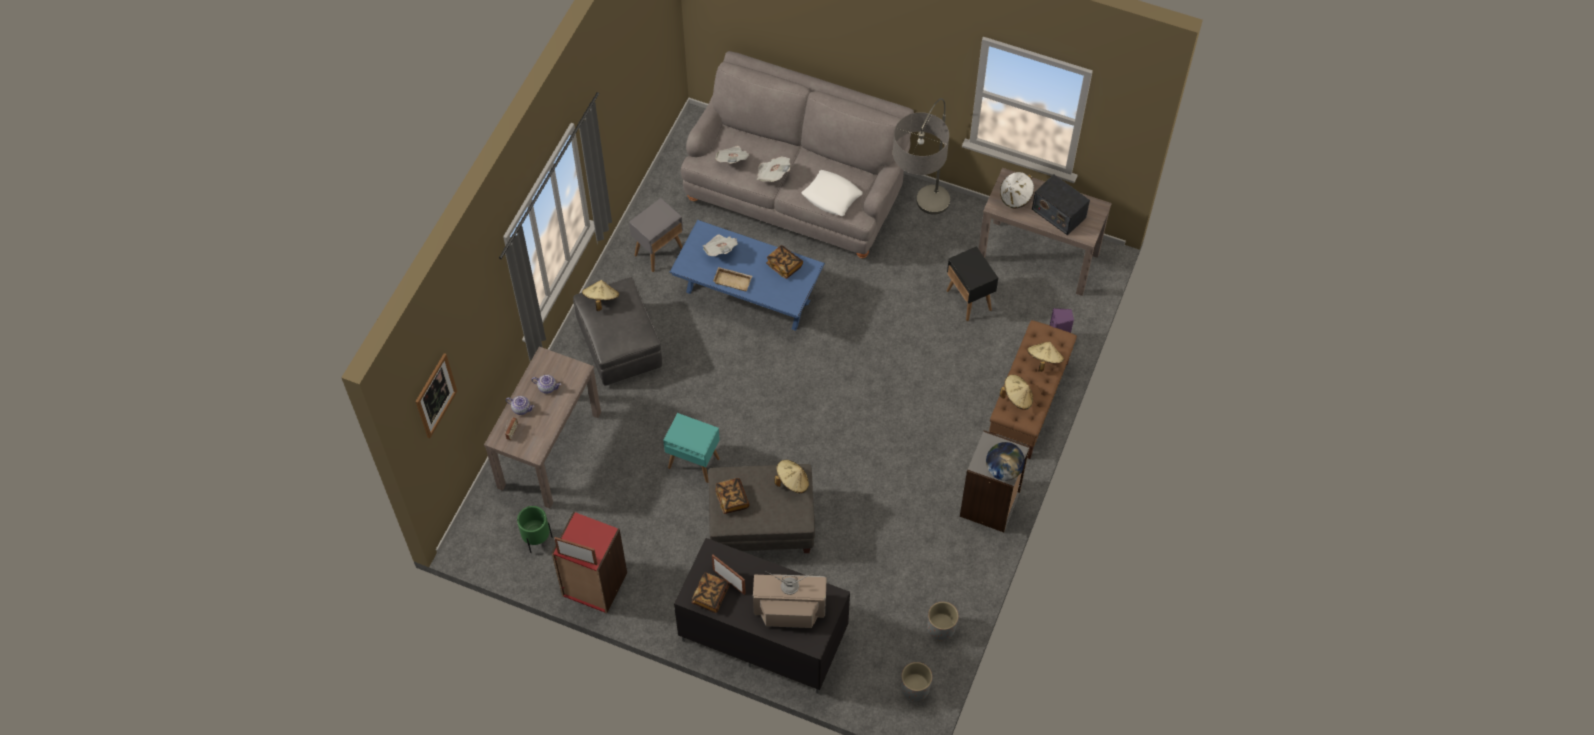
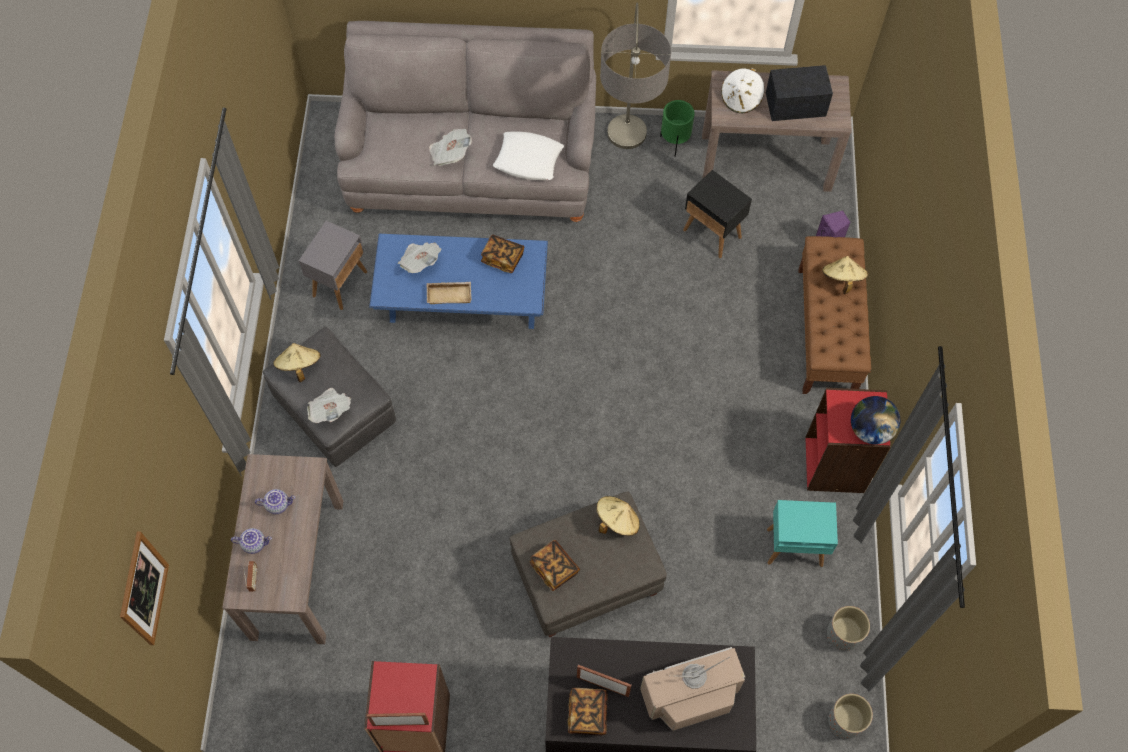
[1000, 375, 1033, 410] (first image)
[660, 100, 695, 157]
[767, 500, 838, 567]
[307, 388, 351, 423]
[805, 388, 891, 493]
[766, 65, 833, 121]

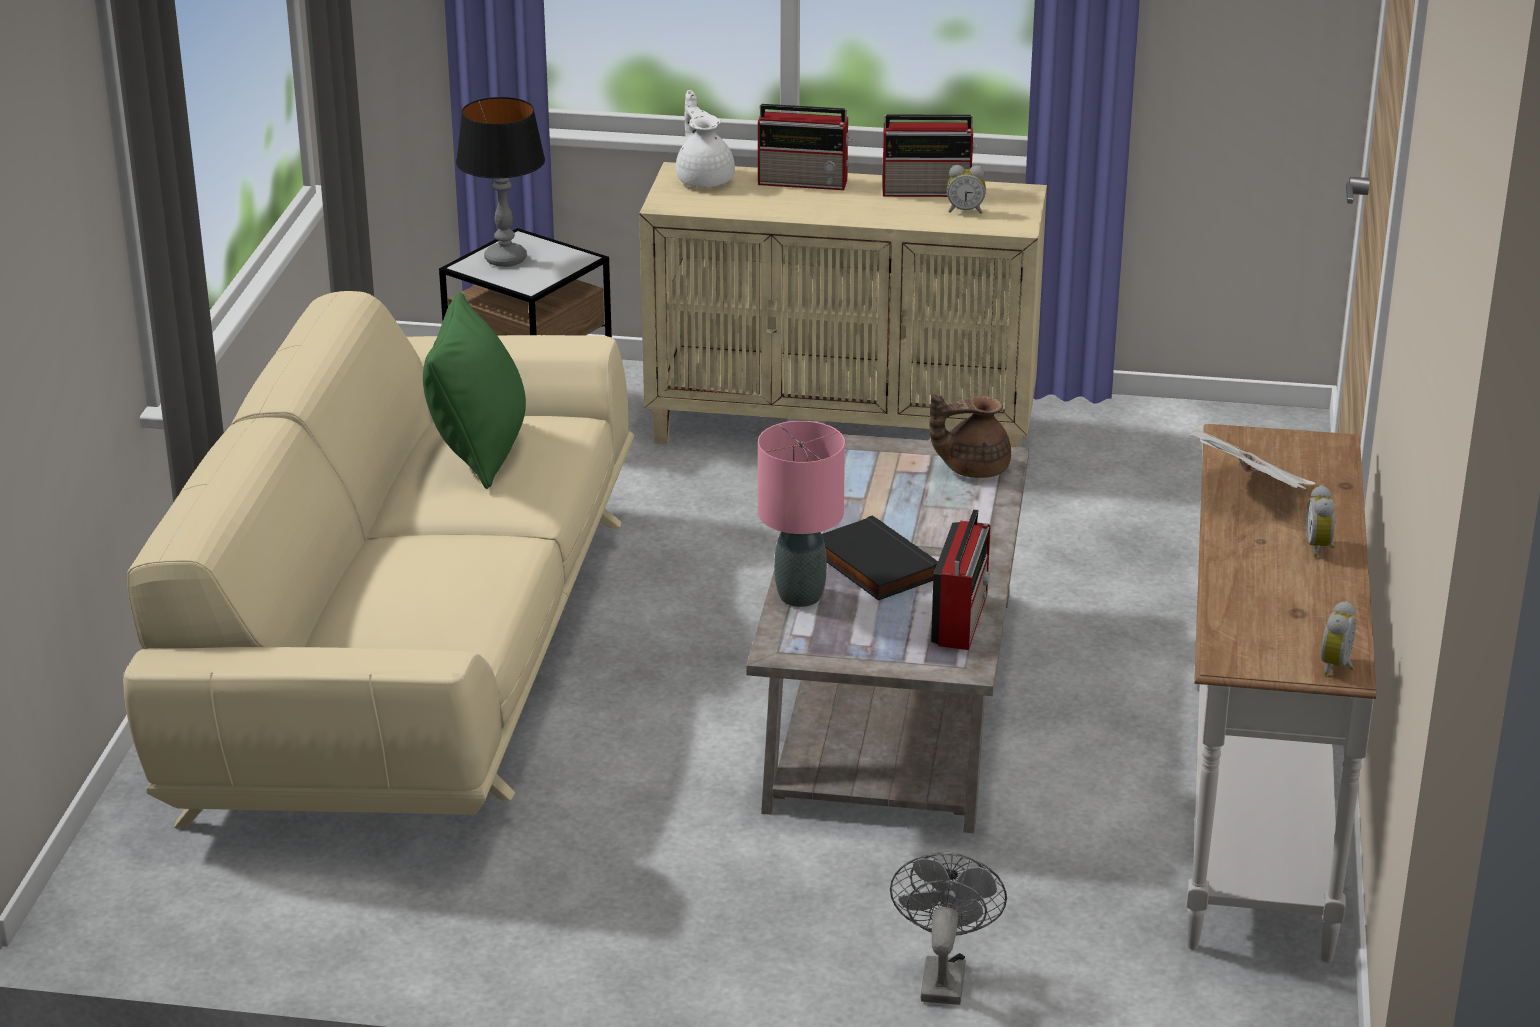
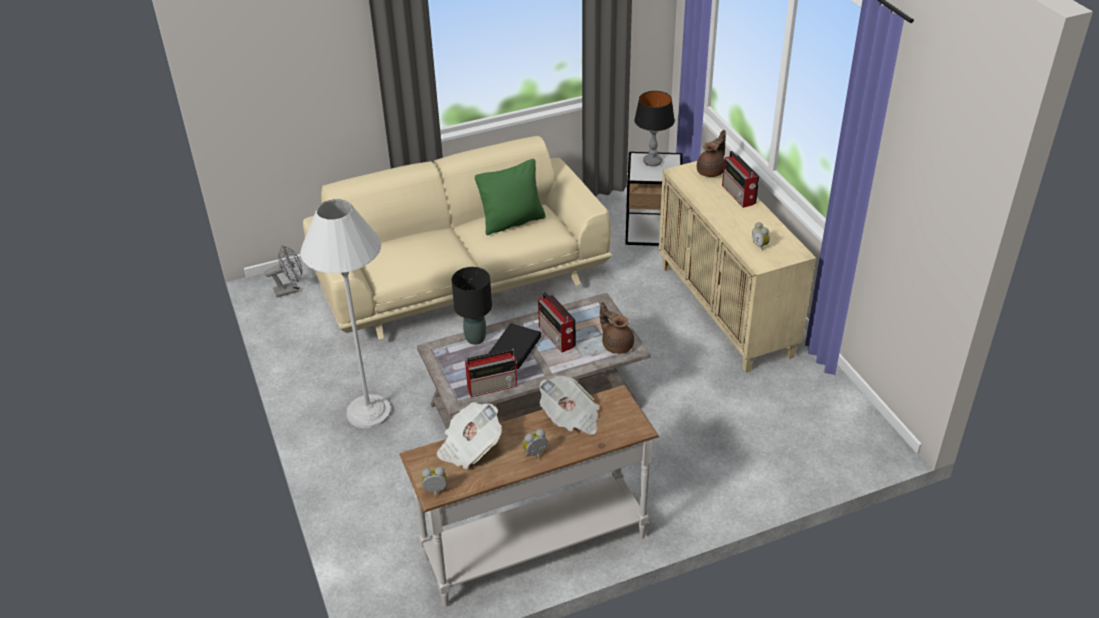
[300, 199, 392, 428]
[437, 402, 502, 469]
[538, 292, 576, 352]
[265, 245, 302, 297]
[697, 130, 726, 177]
[452, 267, 492, 345]

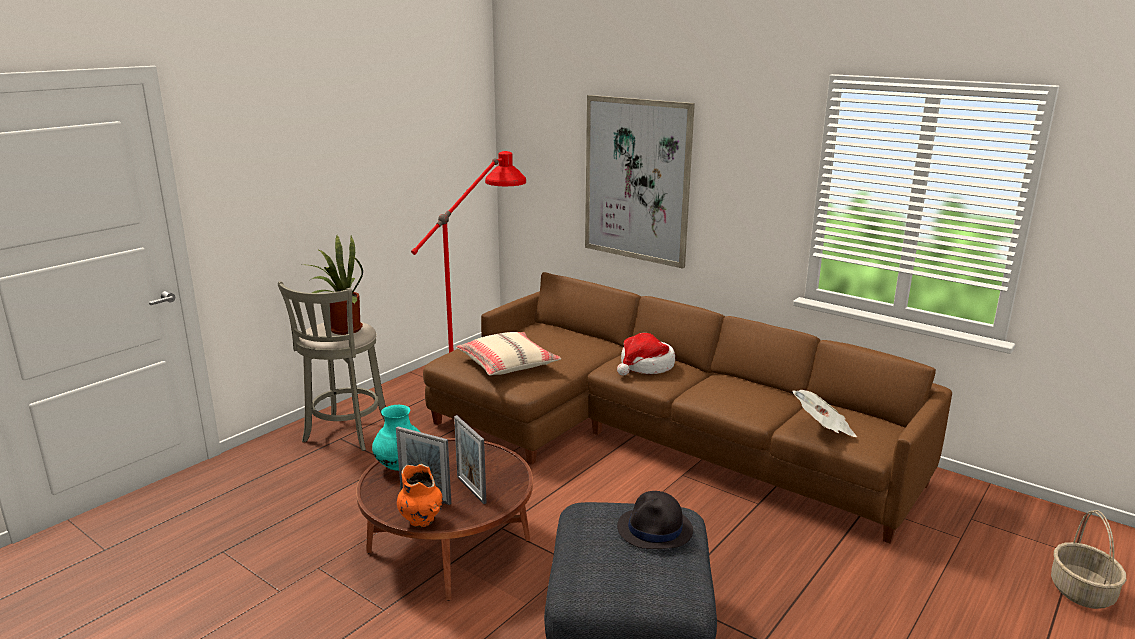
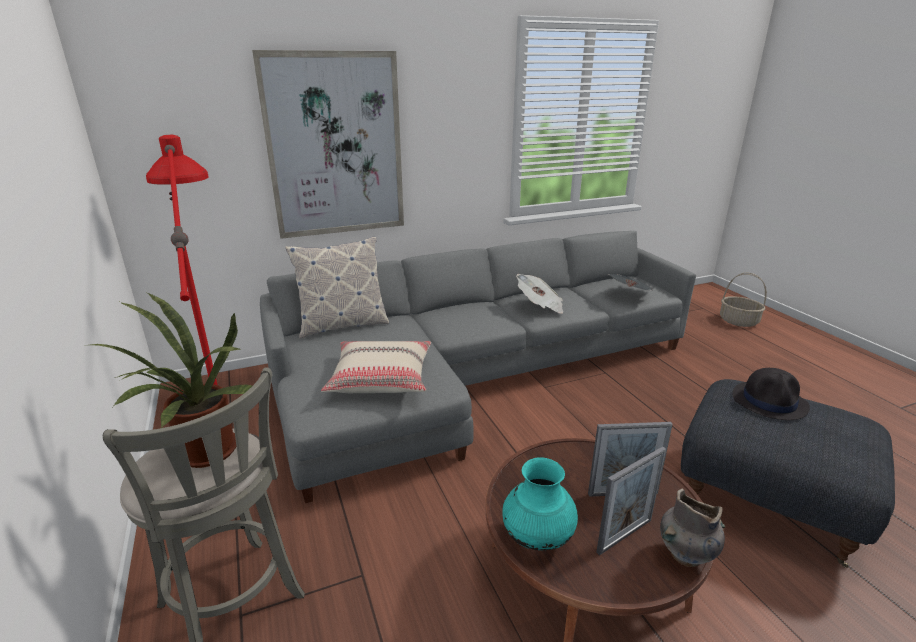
[617, 333, 675, 376] (first image)
[285, 237, 389, 339]
[516, 274, 563, 314]
[660, 489, 725, 567]
[260, 231, 696, 504]

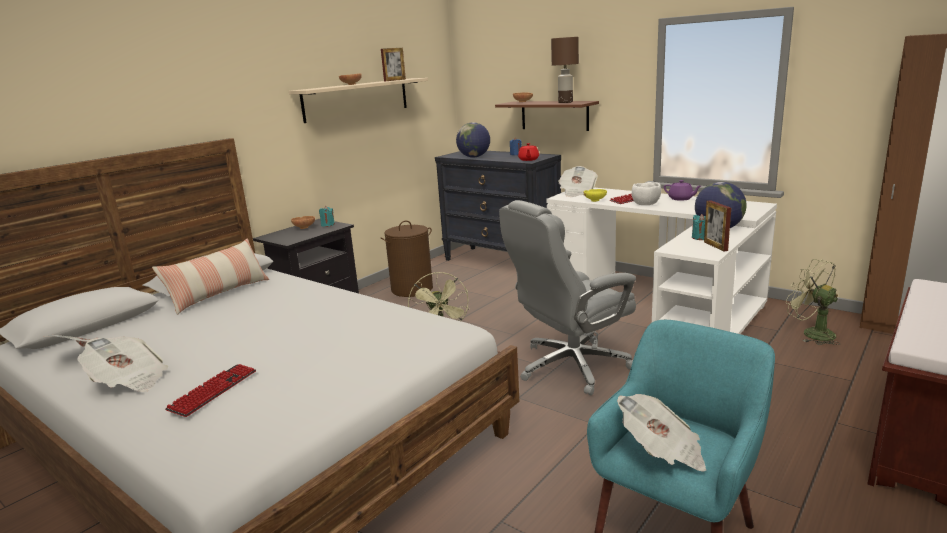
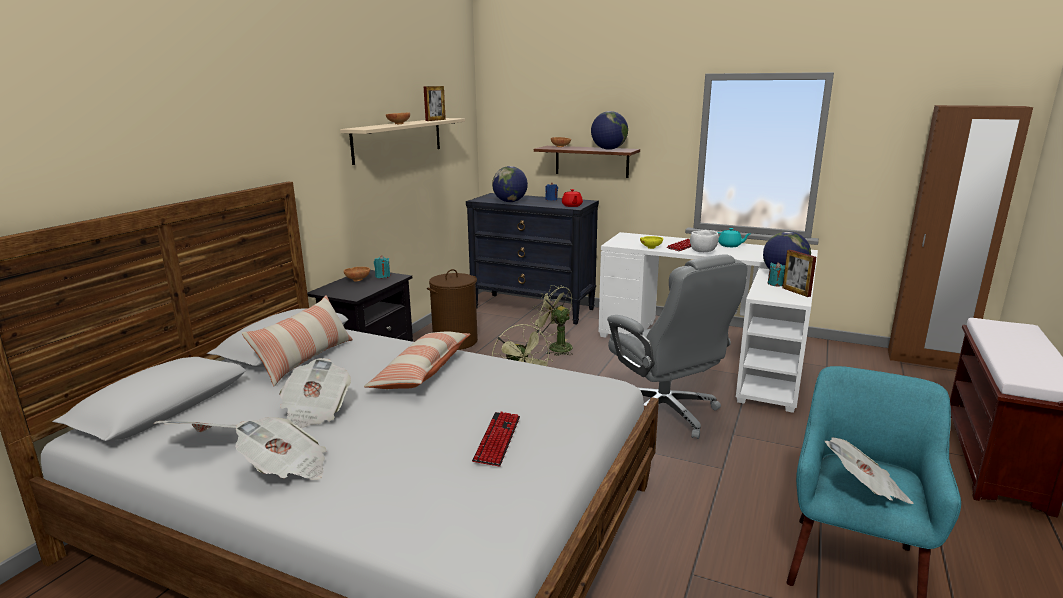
[364, 332, 471, 389]
[472, 412, 520, 467]
[279, 358, 351, 428]
[531, 285, 573, 356]
[591, 111, 628, 150]
[718, 228, 750, 247]
[607, 254, 747, 439]

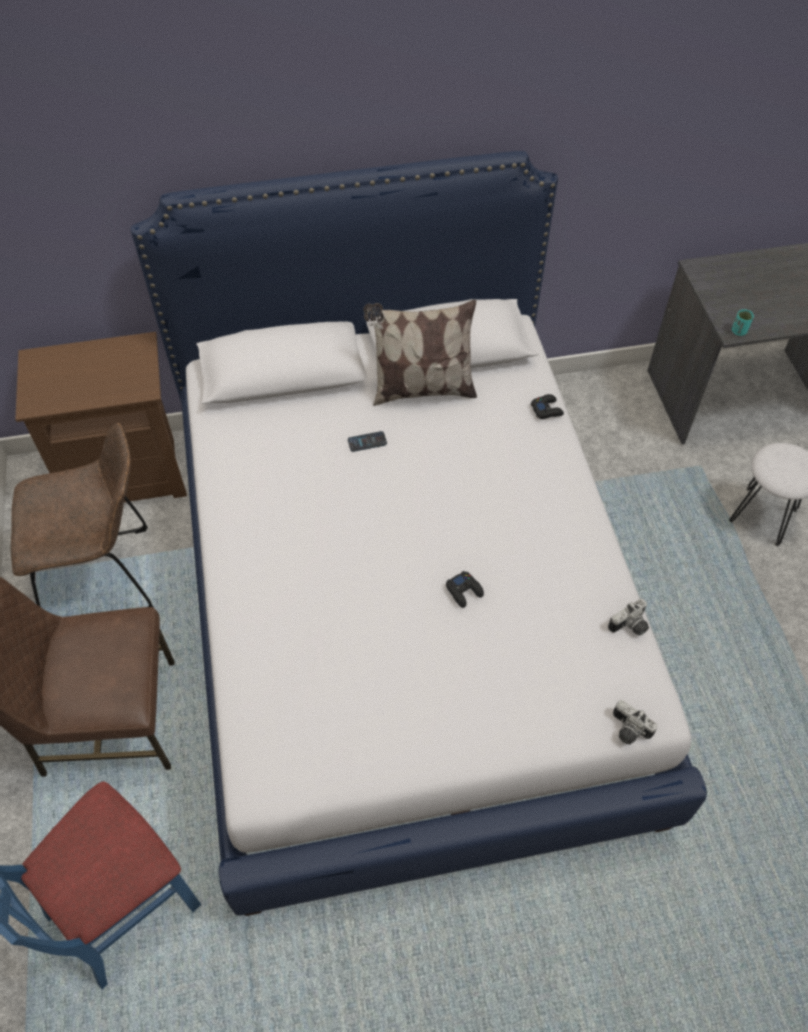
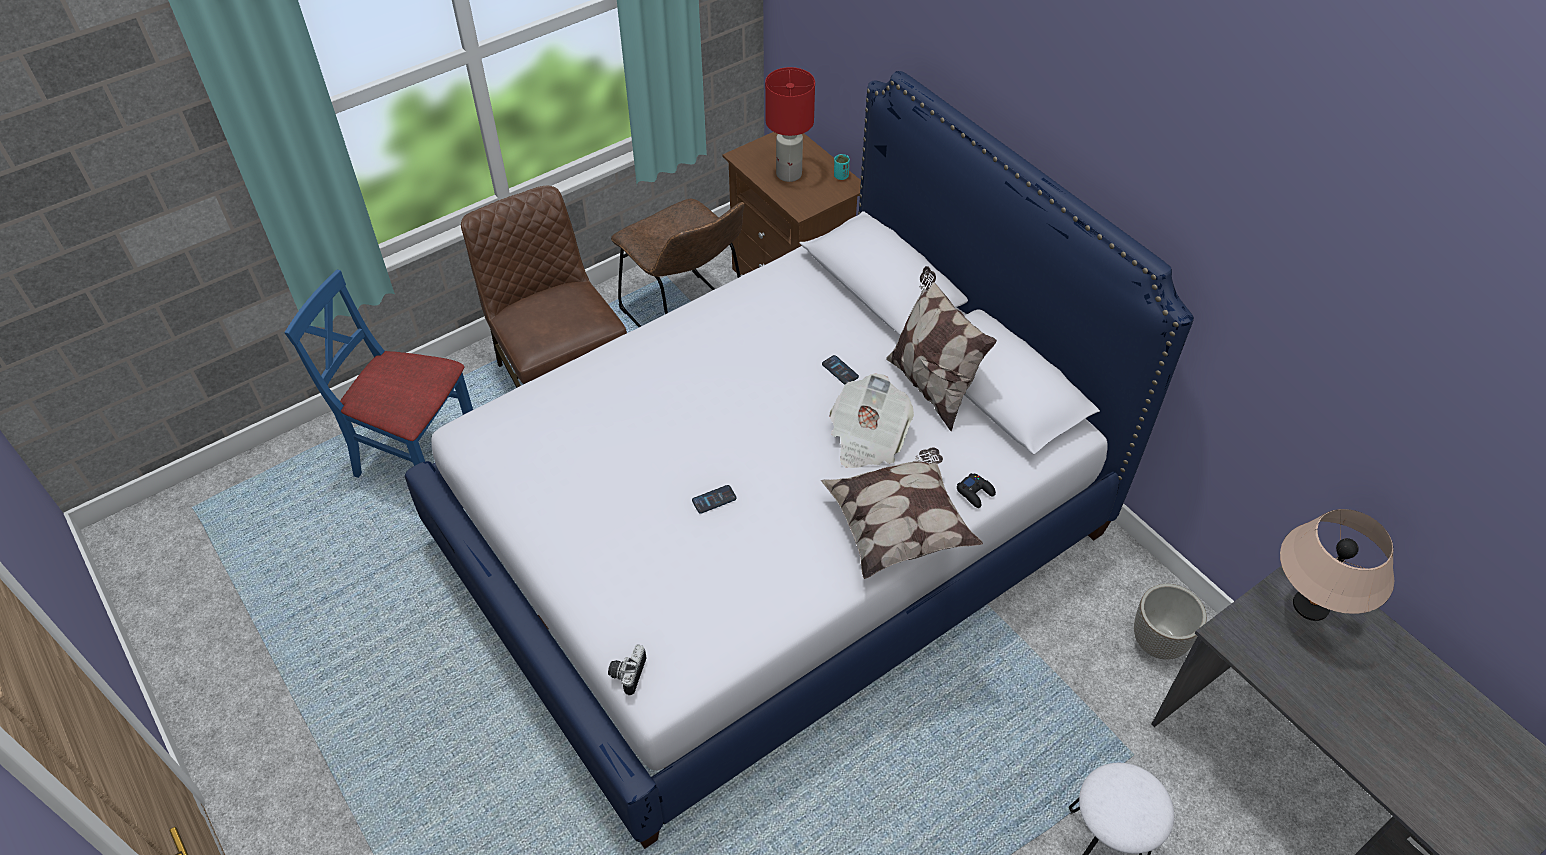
[608, 599, 649, 636] (first image)
[765, 67, 815, 182]
[821, 447, 983, 579]
[829, 374, 914, 468]
[1134, 584, 1207, 660]
[1280, 509, 1394, 621]
[834, 154, 850, 180]
[692, 485, 737, 514]

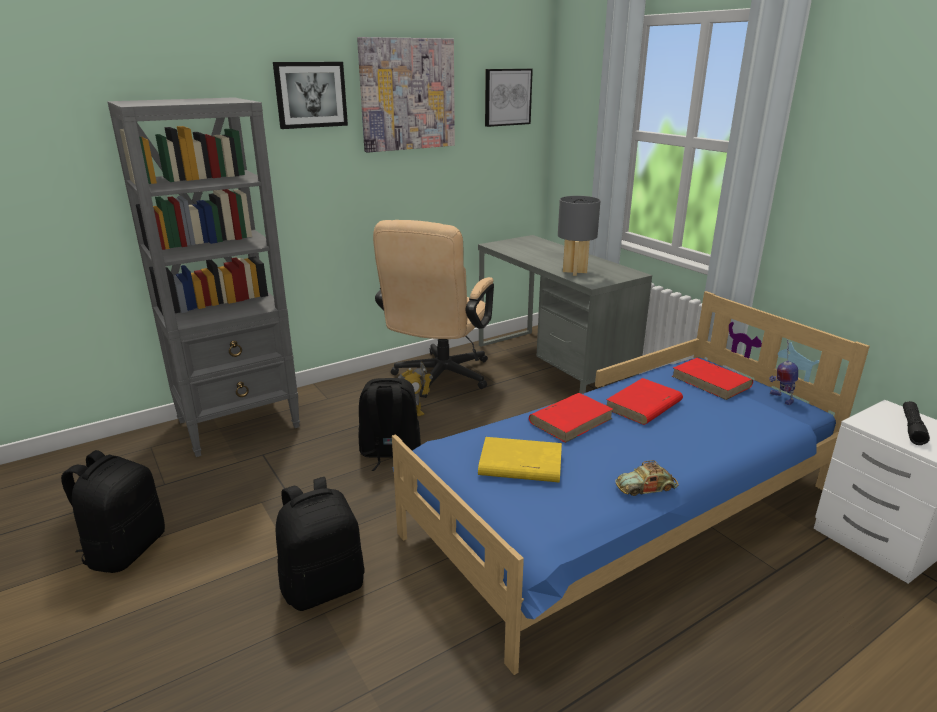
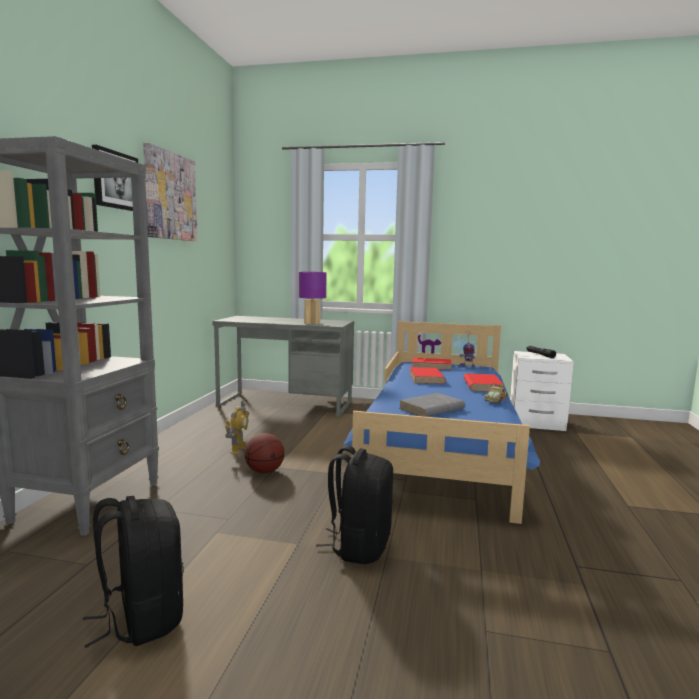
[373, 220, 494, 398] (first image)
[485, 69, 533, 127] (first image)
[464, 374, 504, 392]
[245, 433, 285, 474]
[399, 393, 465, 417]
[299, 272, 327, 324]

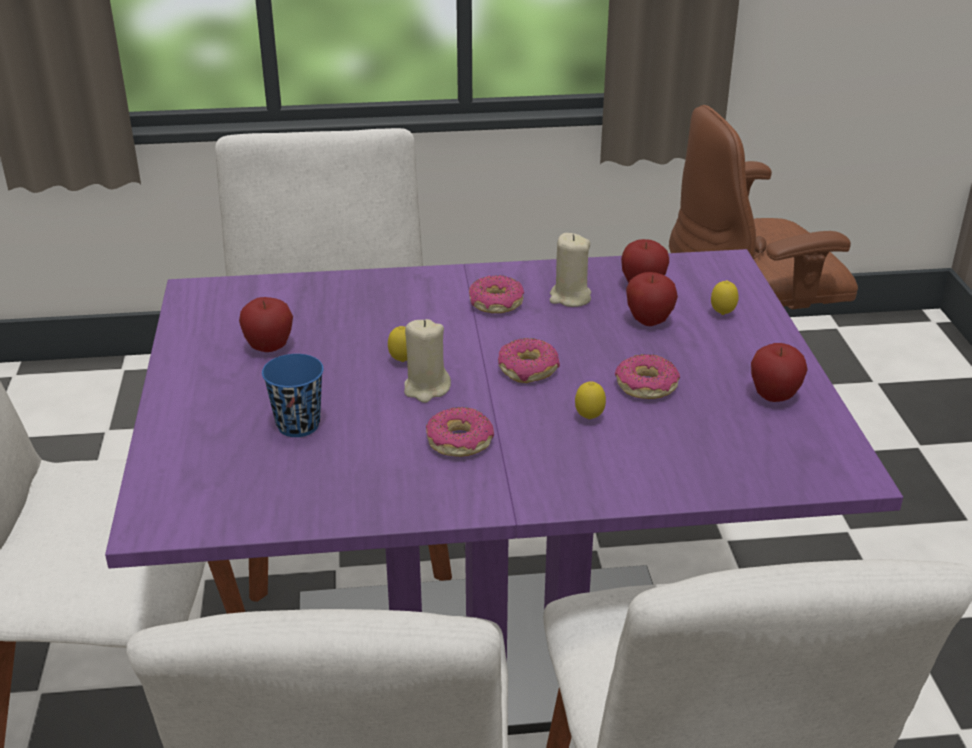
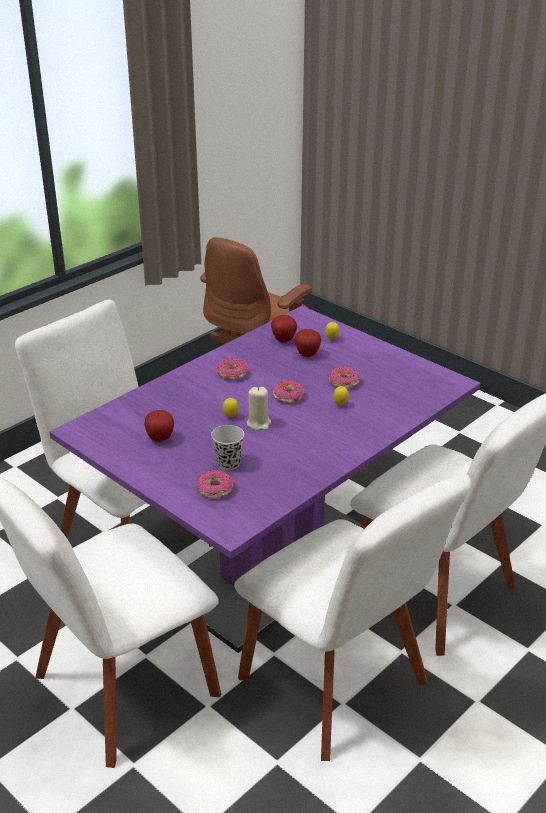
[550, 233, 591, 307] (first image)
[751, 343, 808, 402] (first image)
[197, 470, 234, 498]
[211, 425, 244, 471]

